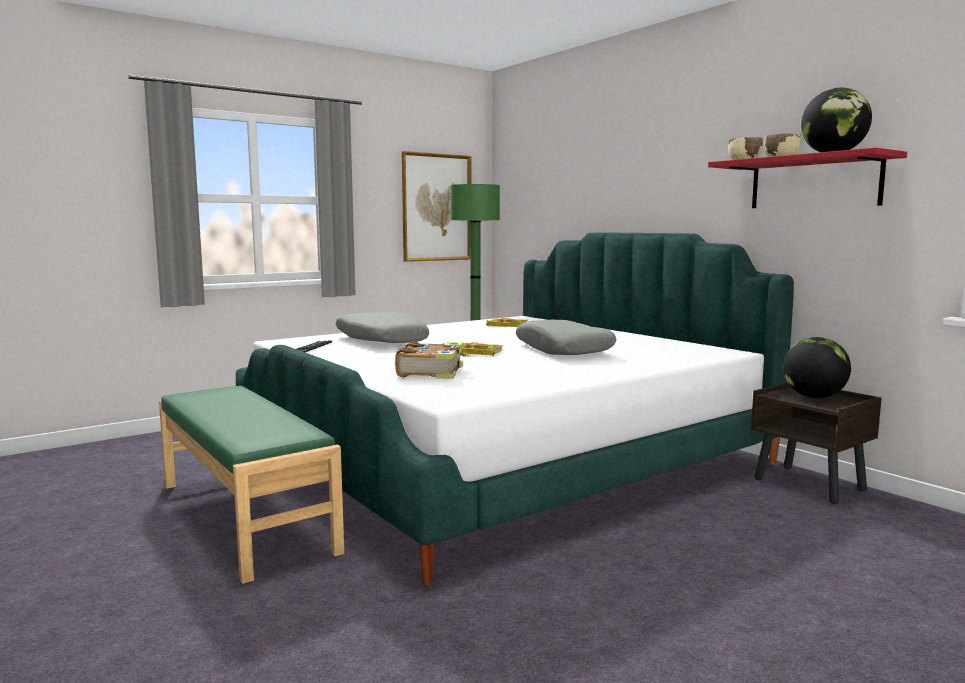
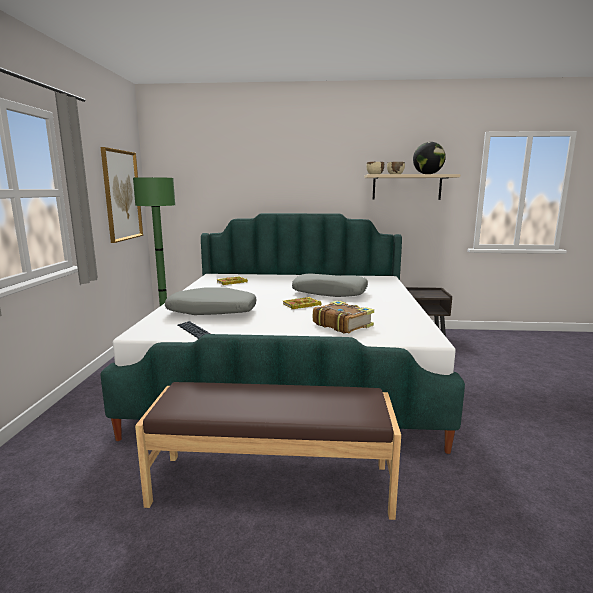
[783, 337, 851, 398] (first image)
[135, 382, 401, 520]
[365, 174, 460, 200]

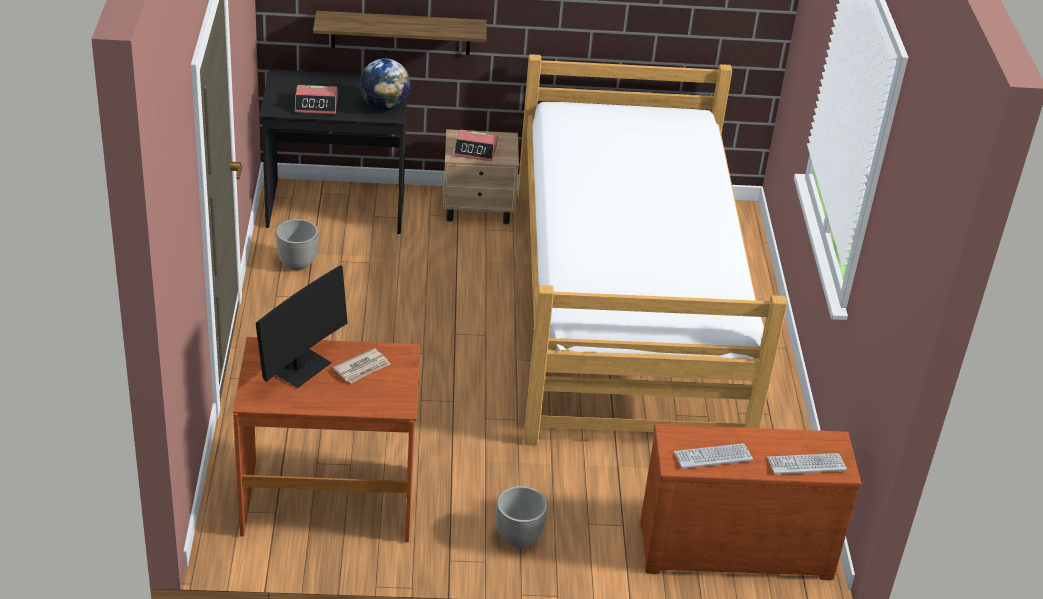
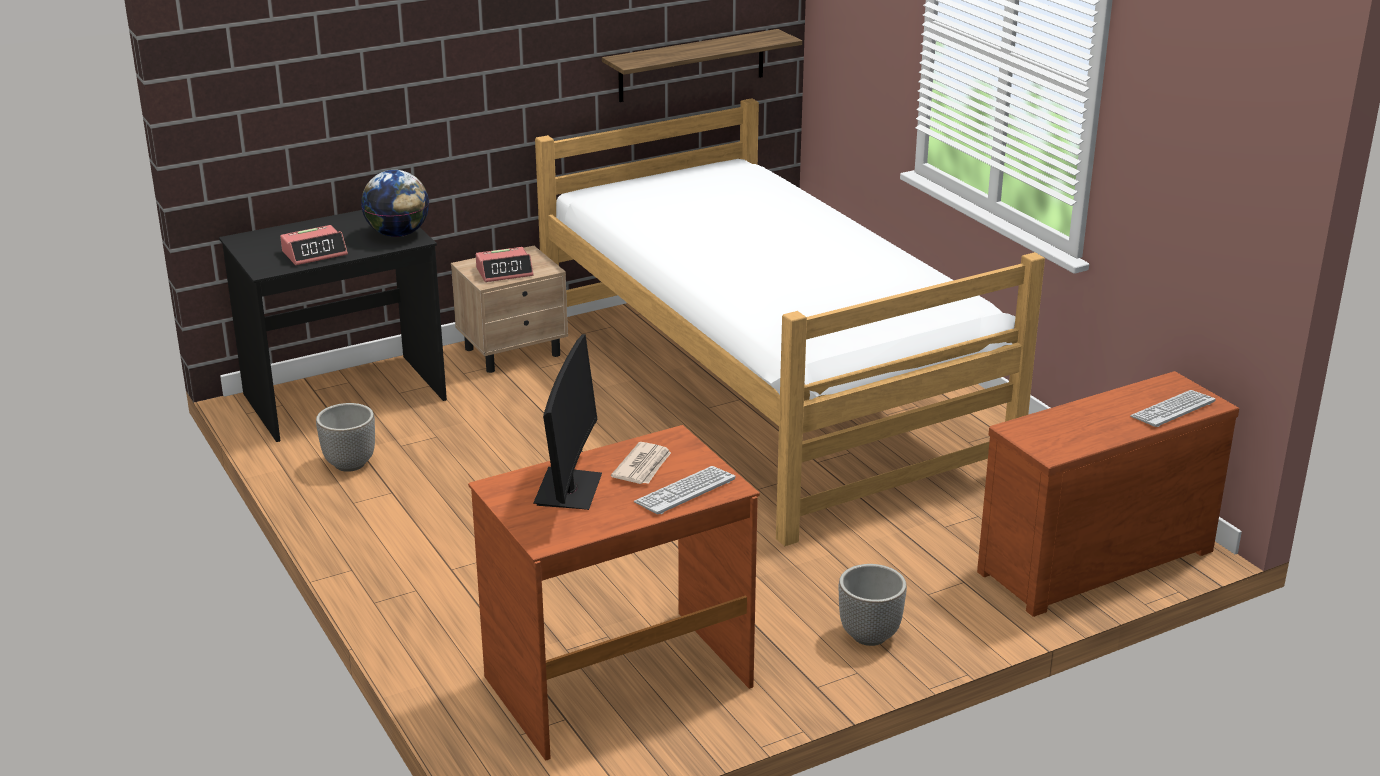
[602, 29, 802, 102]
[634, 466, 735, 515]

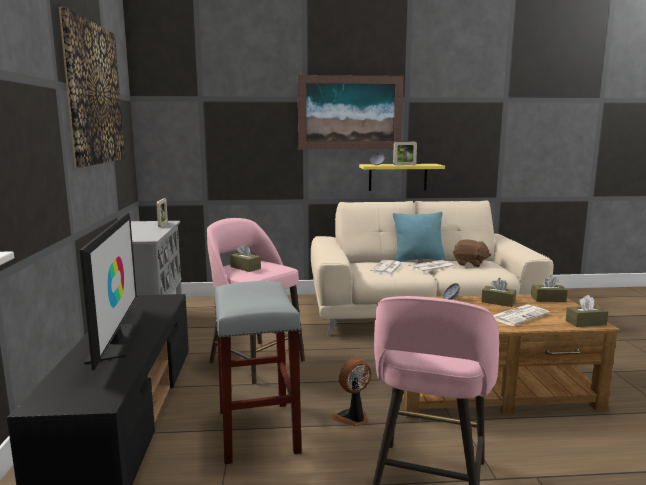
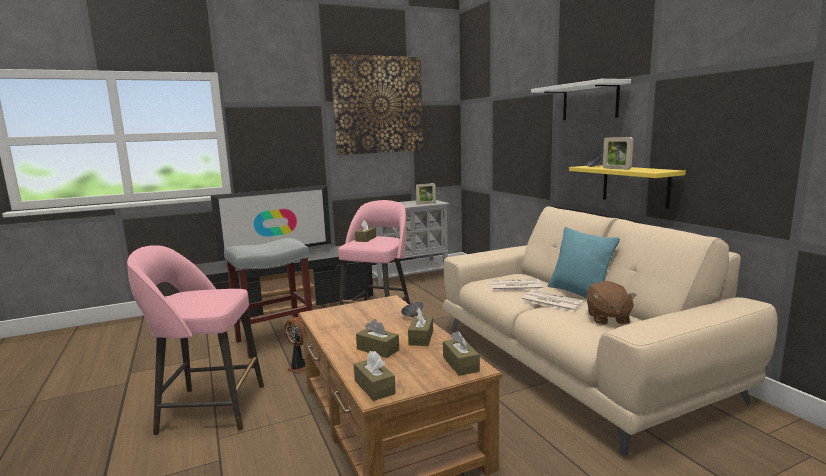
[531, 79, 631, 120]
[356, 319, 399, 358]

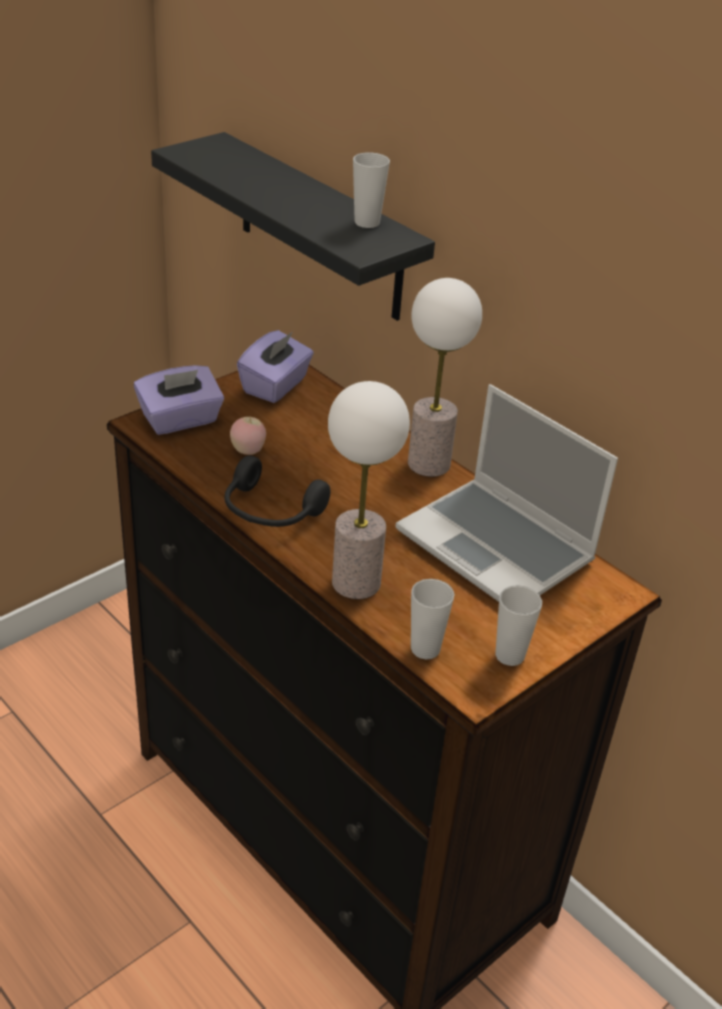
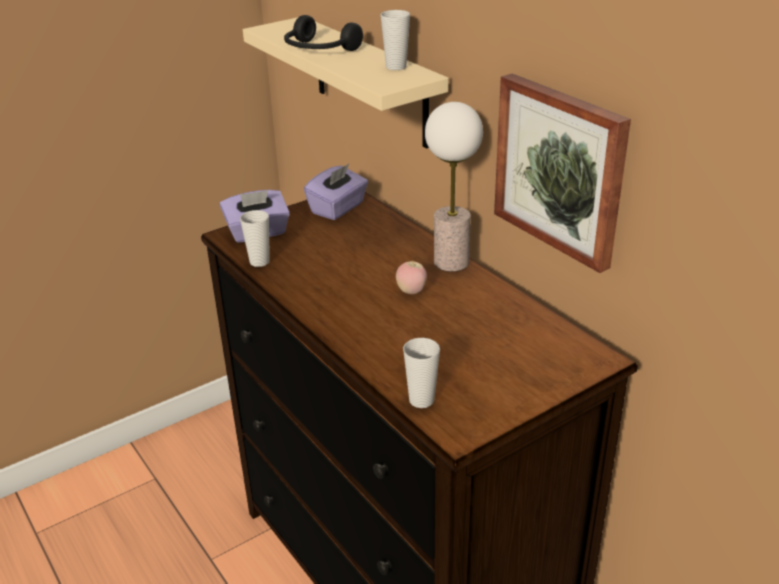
[328, 381, 410, 599] (first image)
[396, 384, 618, 602] (first image)
[494, 74, 631, 273]
[284, 15, 363, 51]
[396, 261, 427, 294]
[240, 210, 270, 267]
[243, 17, 449, 148]

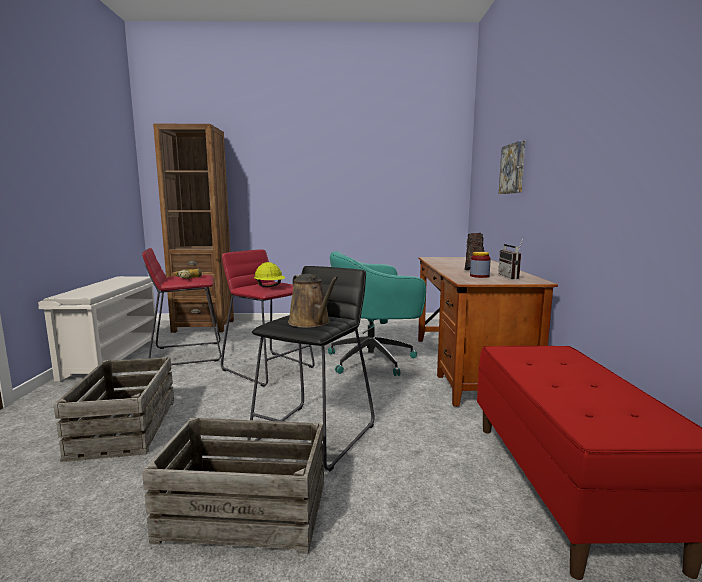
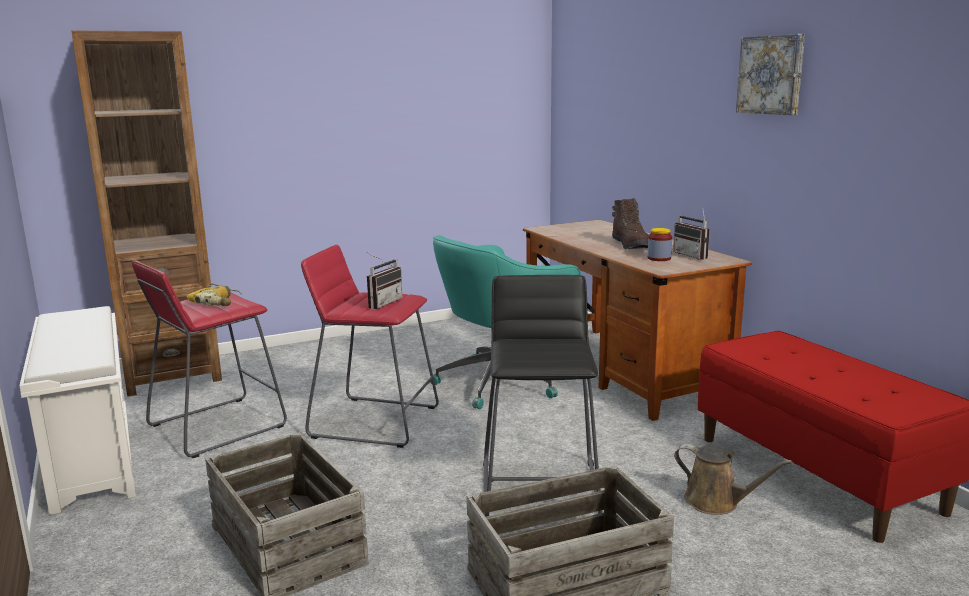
[674, 444, 793, 515]
[736, 34, 805, 115]
[366, 252, 403, 309]

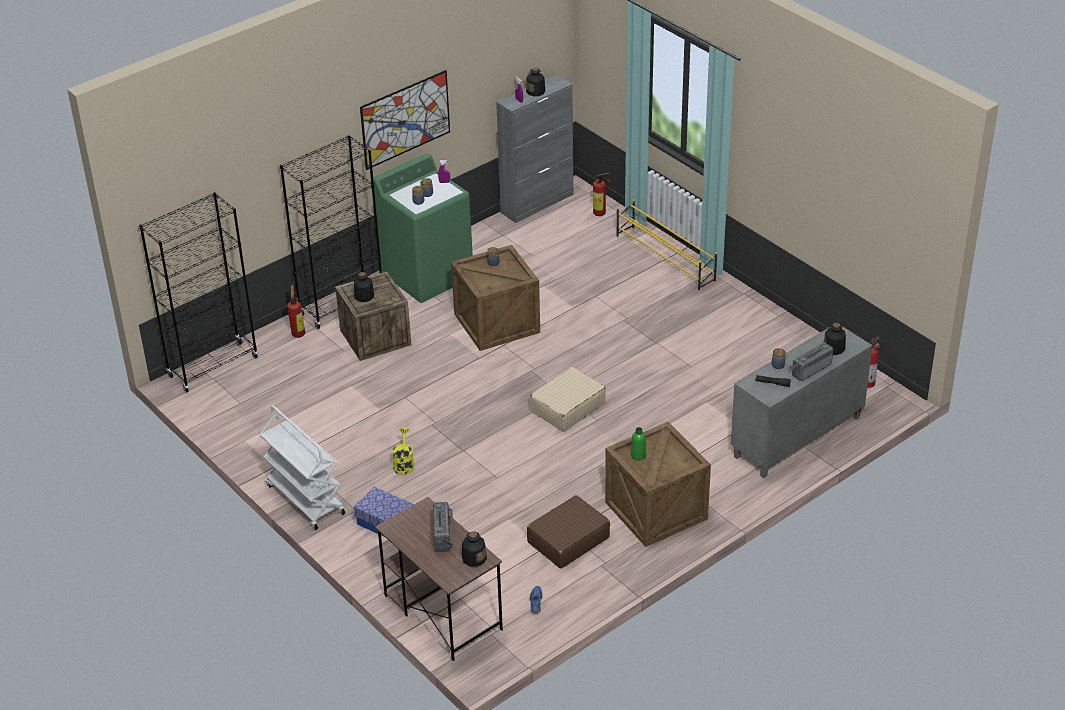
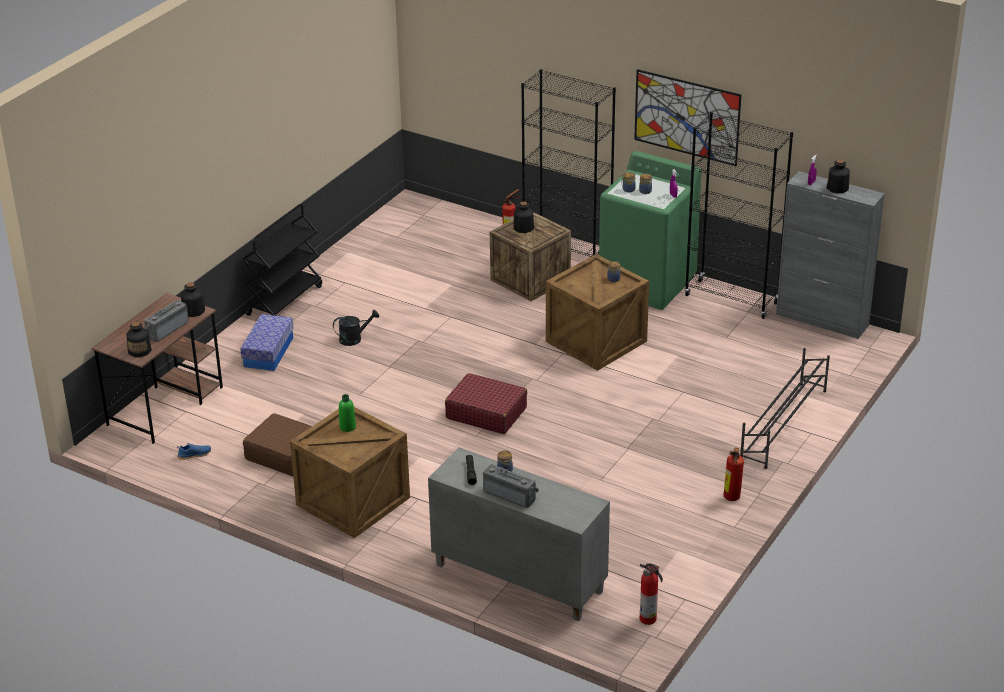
[684, 112, 793, 319]
[723, 448, 745, 501]
[181, 282, 205, 317]
[242, 204, 322, 316]
[333, 310, 379, 346]
[445, 373, 527, 434]
[740, 348, 830, 469]
[144, 300, 189, 342]

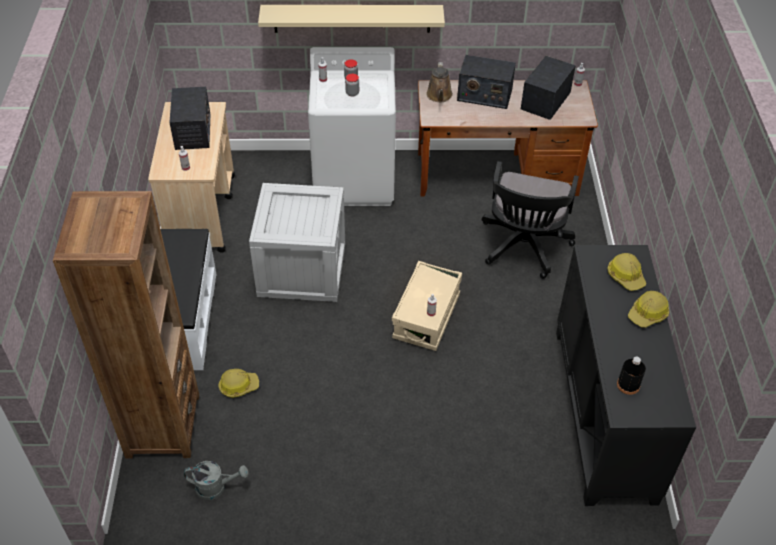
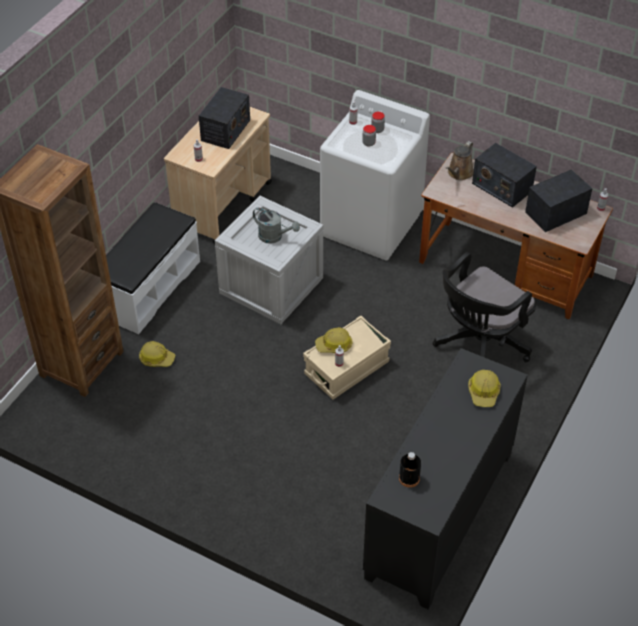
[258, 5, 445, 33] (first image)
[253, 208, 300, 244]
[315, 327, 353, 353]

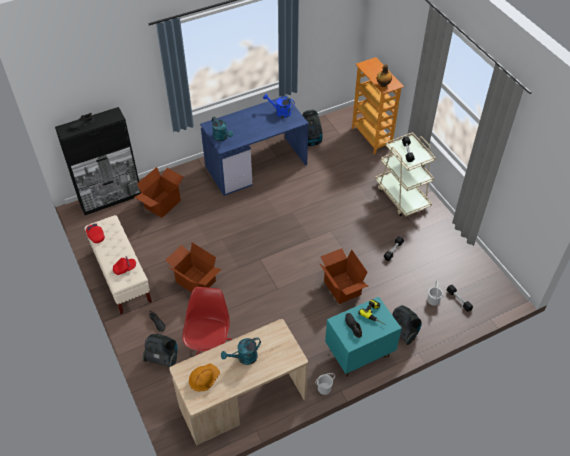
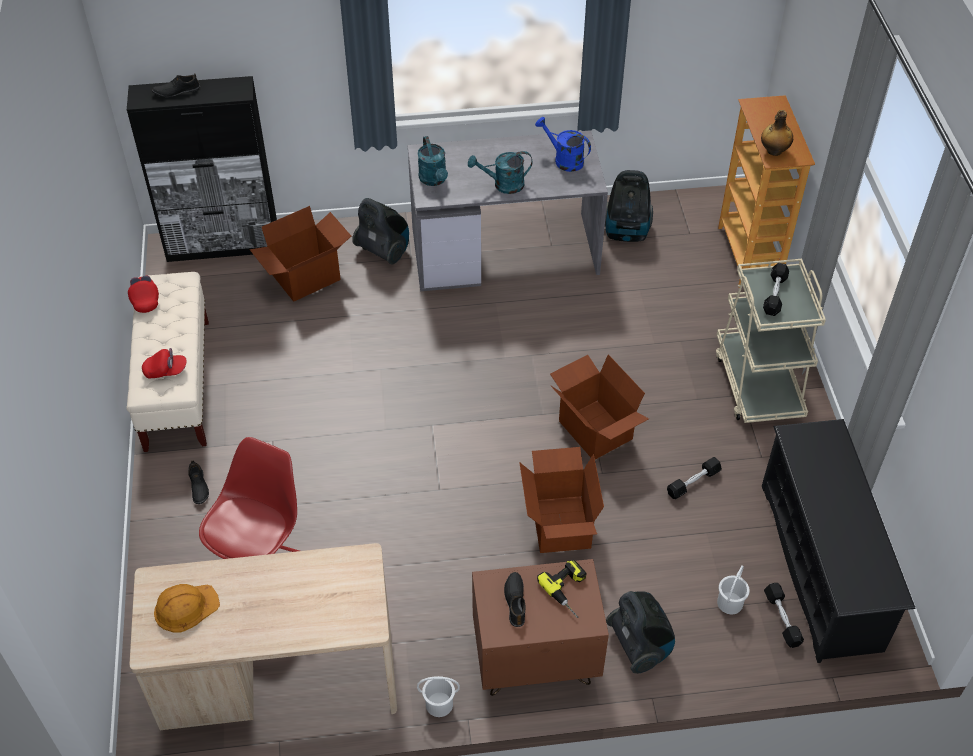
[762, 419, 916, 663]
[352, 198, 409, 264]
[550, 354, 649, 460]
[468, 151, 532, 194]
[408, 130, 608, 291]
[472, 559, 609, 696]

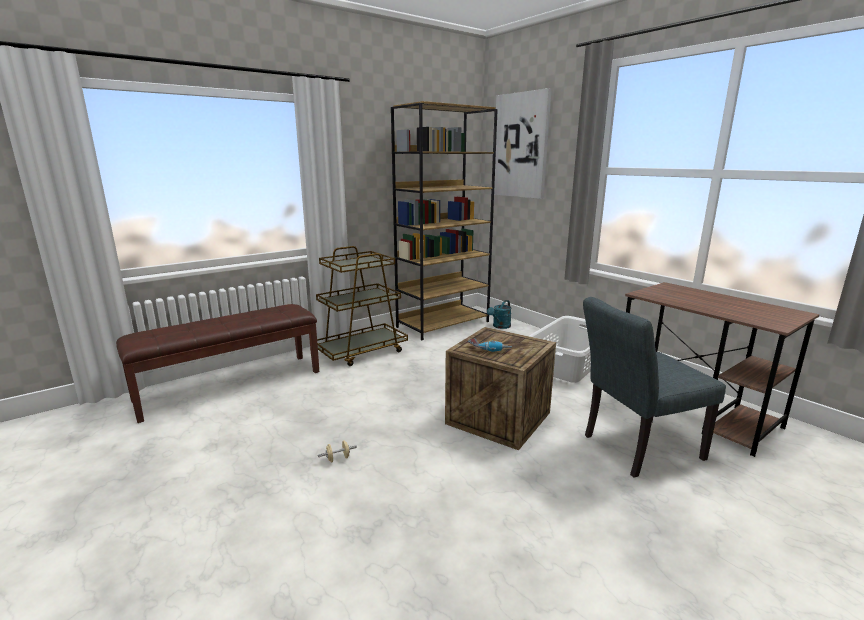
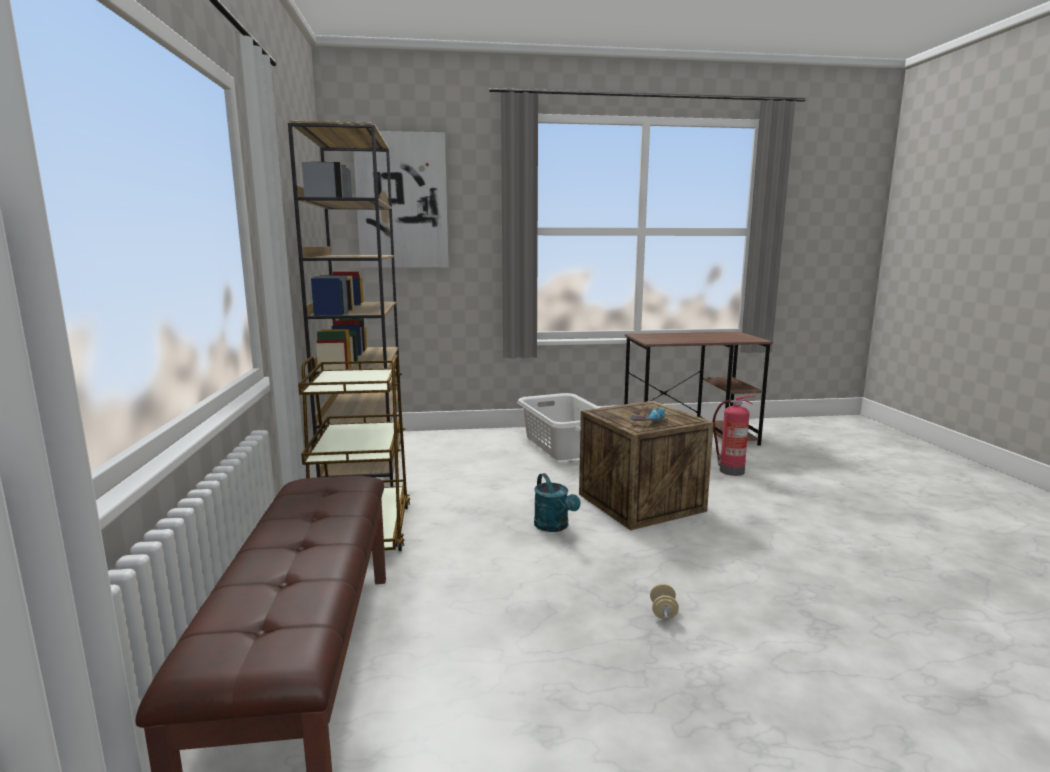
[534, 473, 580, 532]
[713, 395, 755, 476]

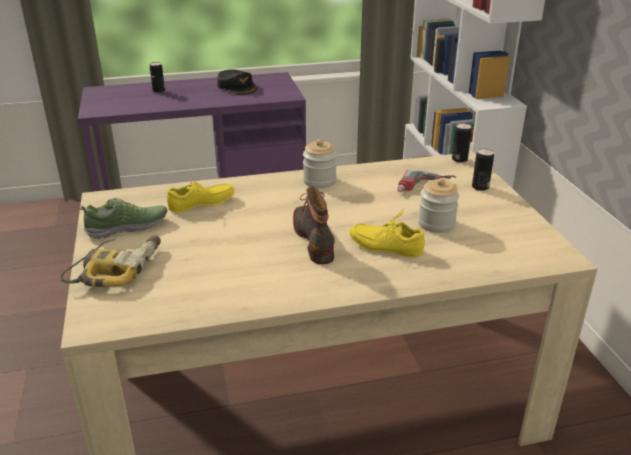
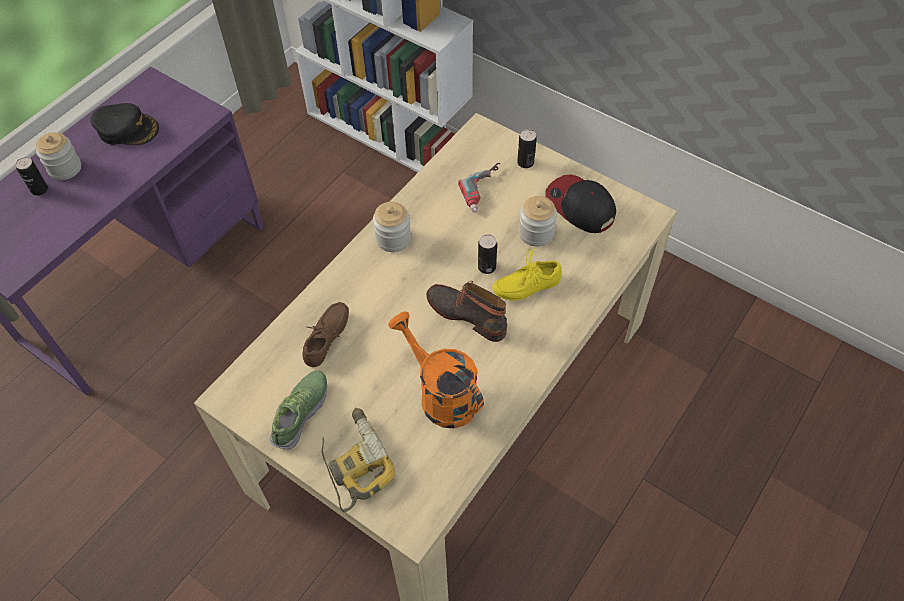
[36, 132, 81, 180]
[388, 311, 484, 428]
[546, 174, 616, 233]
[478, 234, 497, 274]
[302, 302, 349, 367]

